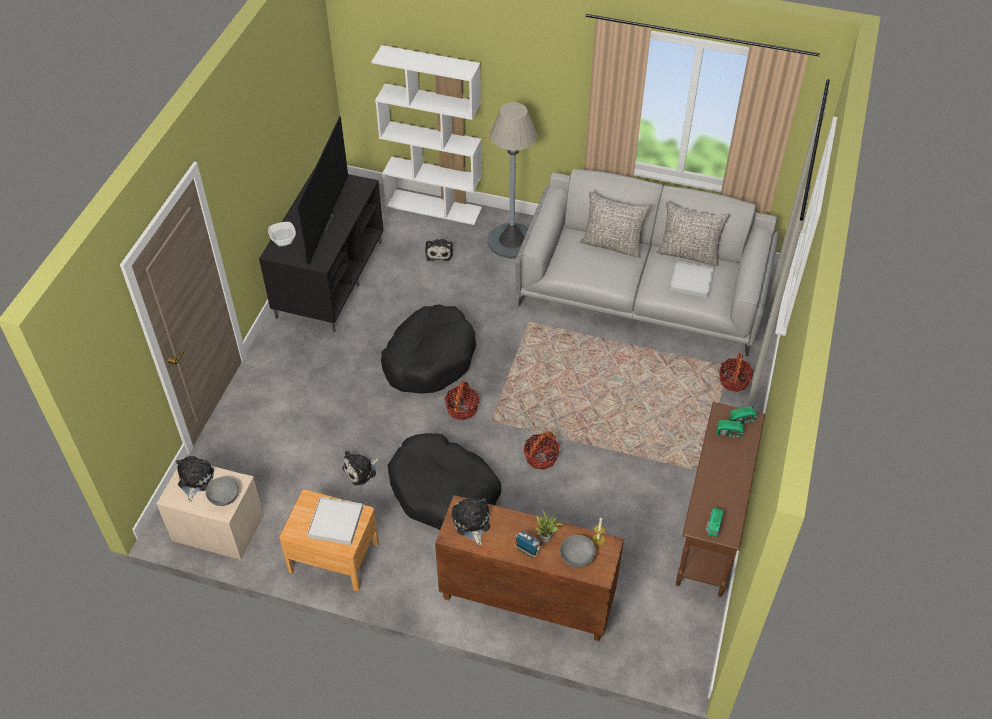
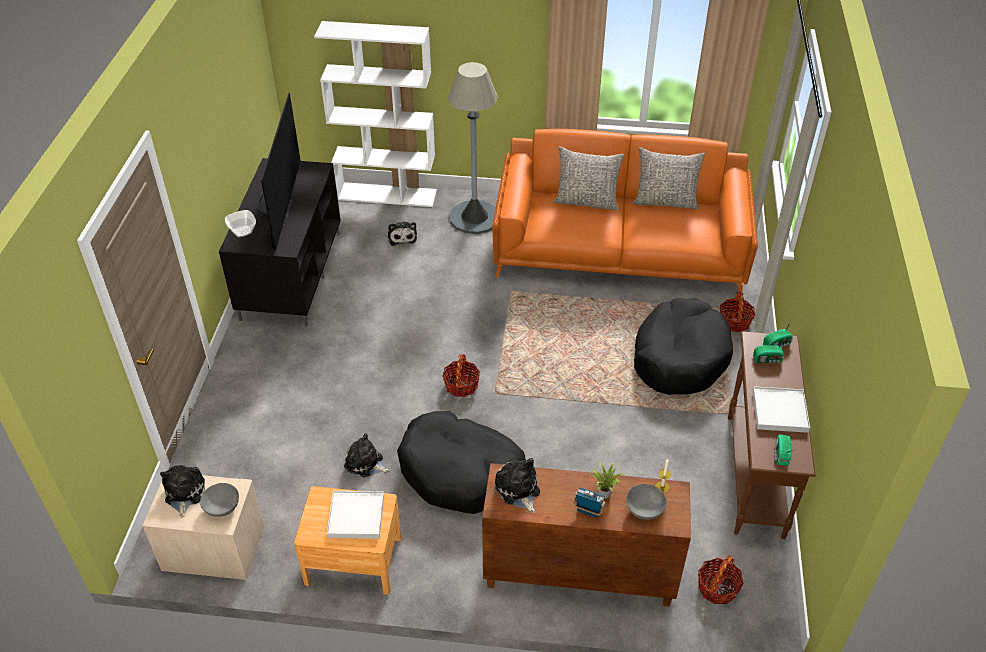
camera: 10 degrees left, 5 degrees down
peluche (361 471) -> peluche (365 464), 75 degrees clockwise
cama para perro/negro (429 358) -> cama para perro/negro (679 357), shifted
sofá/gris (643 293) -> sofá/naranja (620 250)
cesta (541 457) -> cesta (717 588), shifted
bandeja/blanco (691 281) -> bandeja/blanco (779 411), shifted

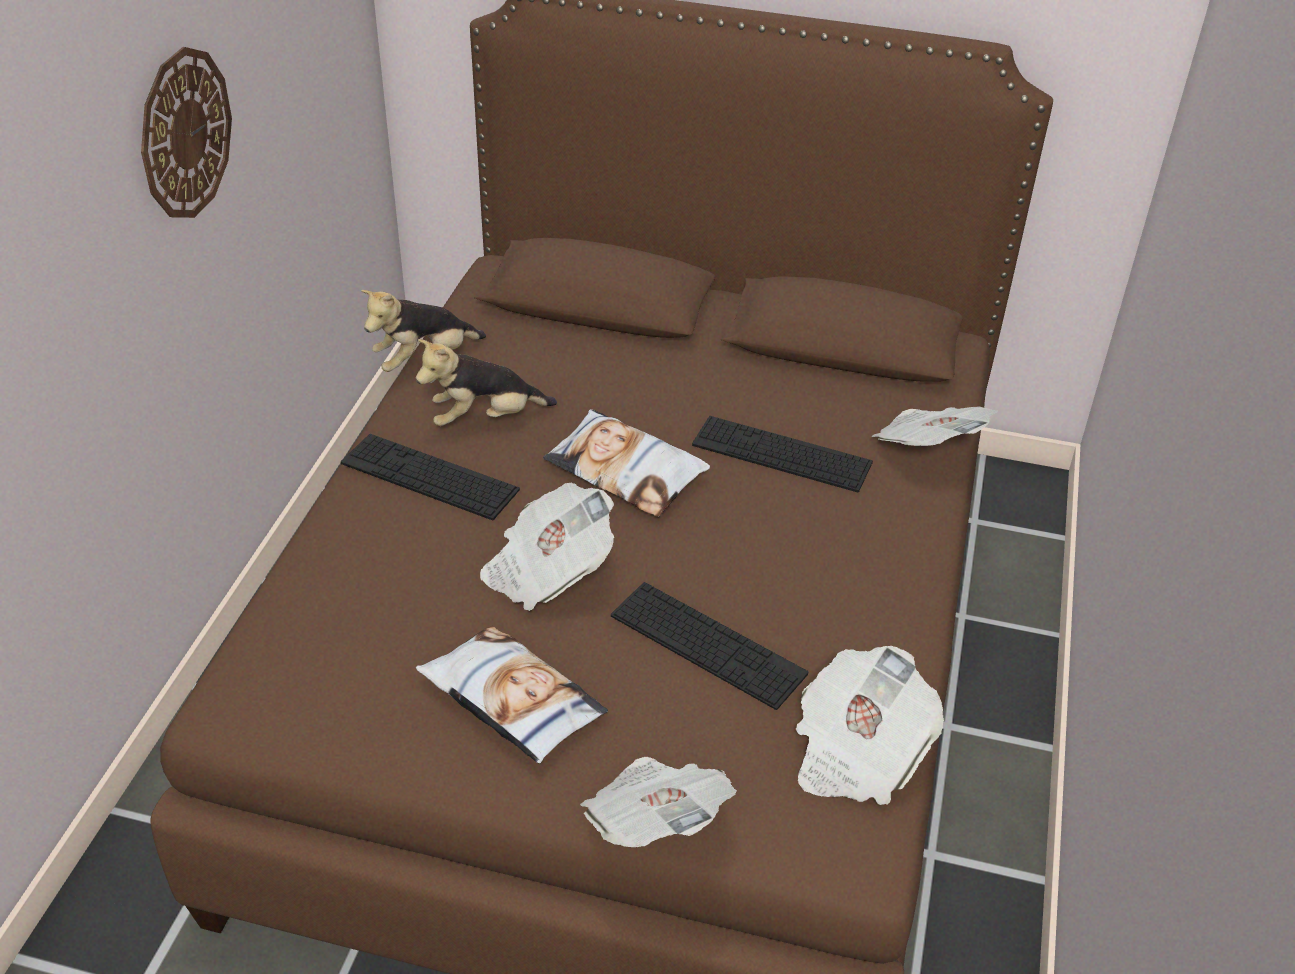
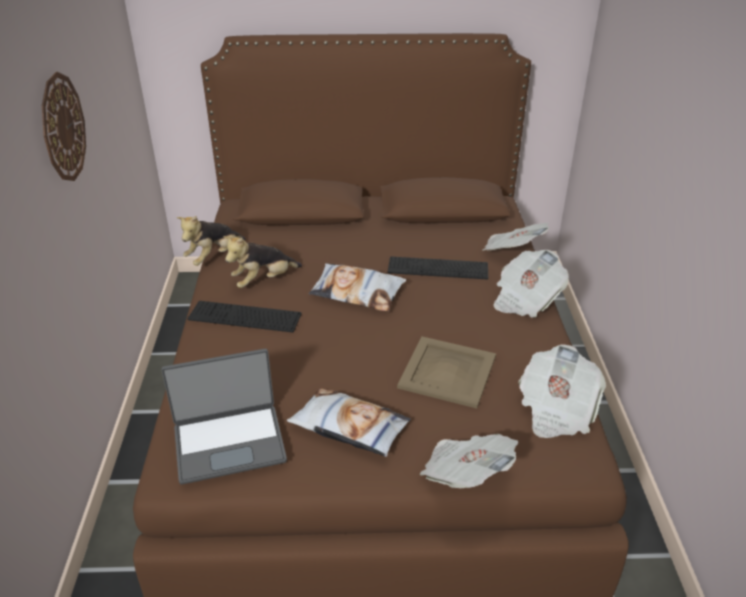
camera: 15 degrees left, 5 degrees down
periódico (547 571) -> periódico (525 299), shifted
teclado (707 644) -> bandeja/beis (446 372)
none -> portátil (229 442)

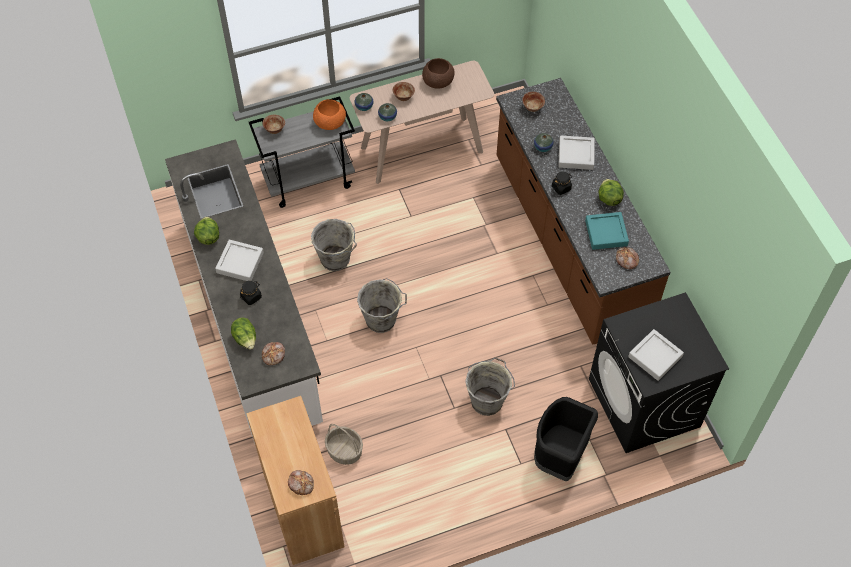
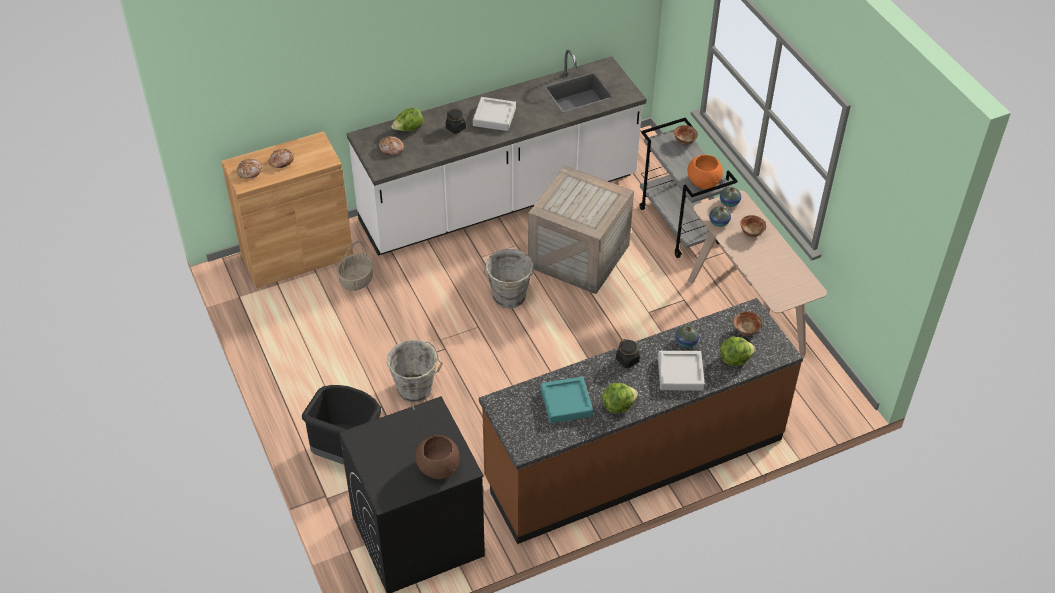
camera: 85 degrees right, 10 degrees down
lechuga (208 237) -> lechuga (734 359), shifted
cubo/gris (336 259) -> caja de embalaje (580 255)
cuenco/marrón (437 82) -> cuenco/marrón (438 466), shifted
pan (626 260) -> pan (281 161), shifted
bandeja/gris (655 357) -> none

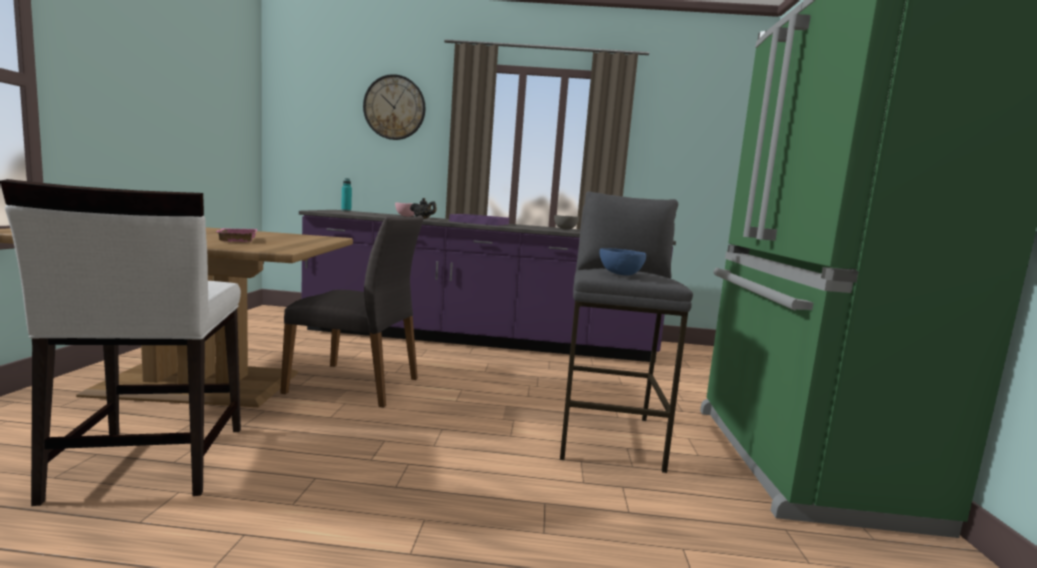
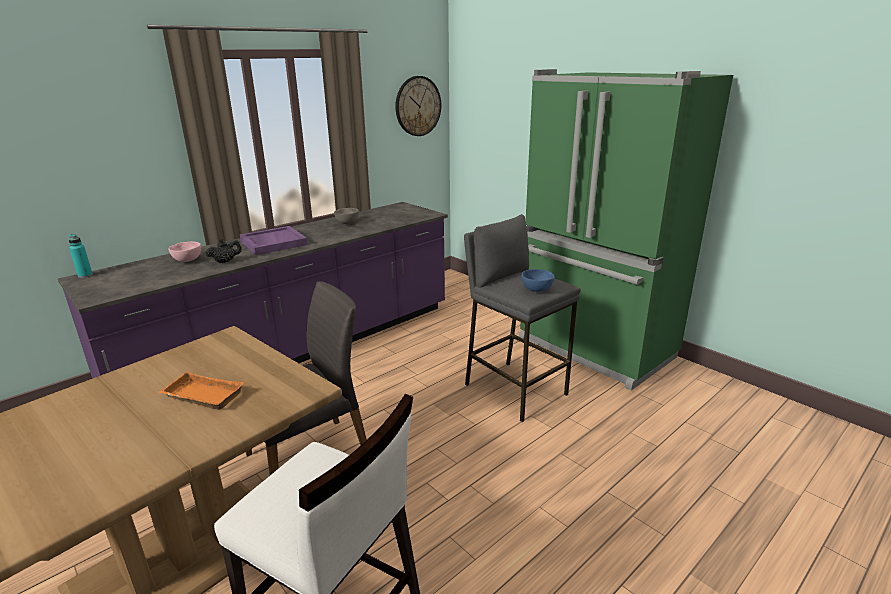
camera: 45 degrees left, 15 degrees up
bandeja/rosa (235 238) -> bandeja/naranja (201 396)
reloj de pared (394 107) -> reloj de pared (418 106), shifted

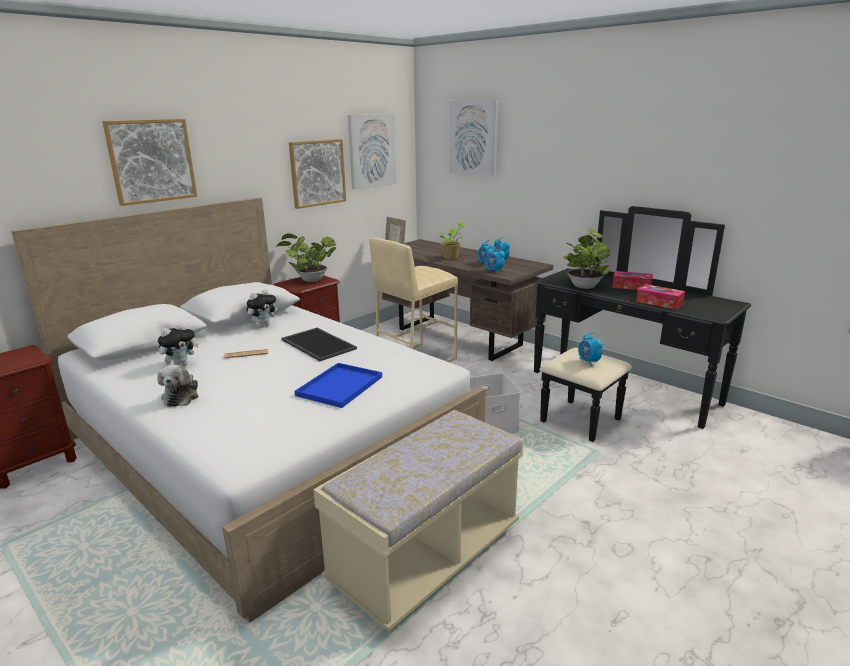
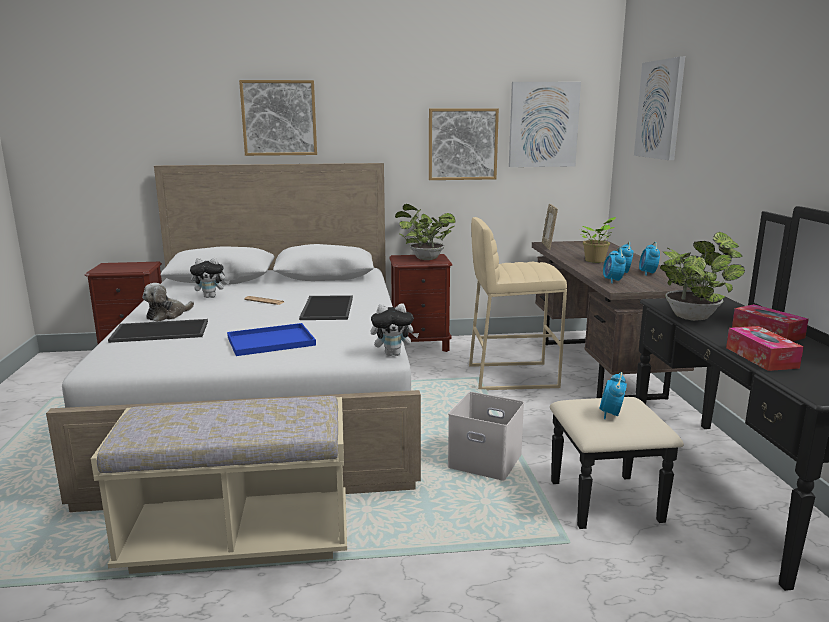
camera: 40 degrees right, 5 degrees down
peluche (263 325) -> peluche (393 354), shifted
none -> bandeja (161 331)

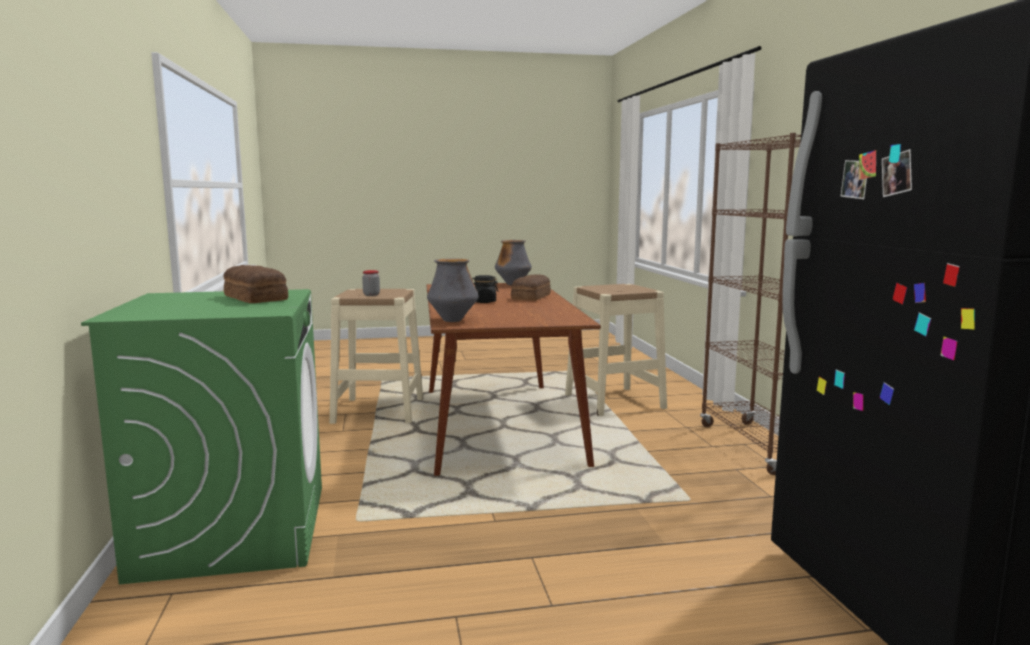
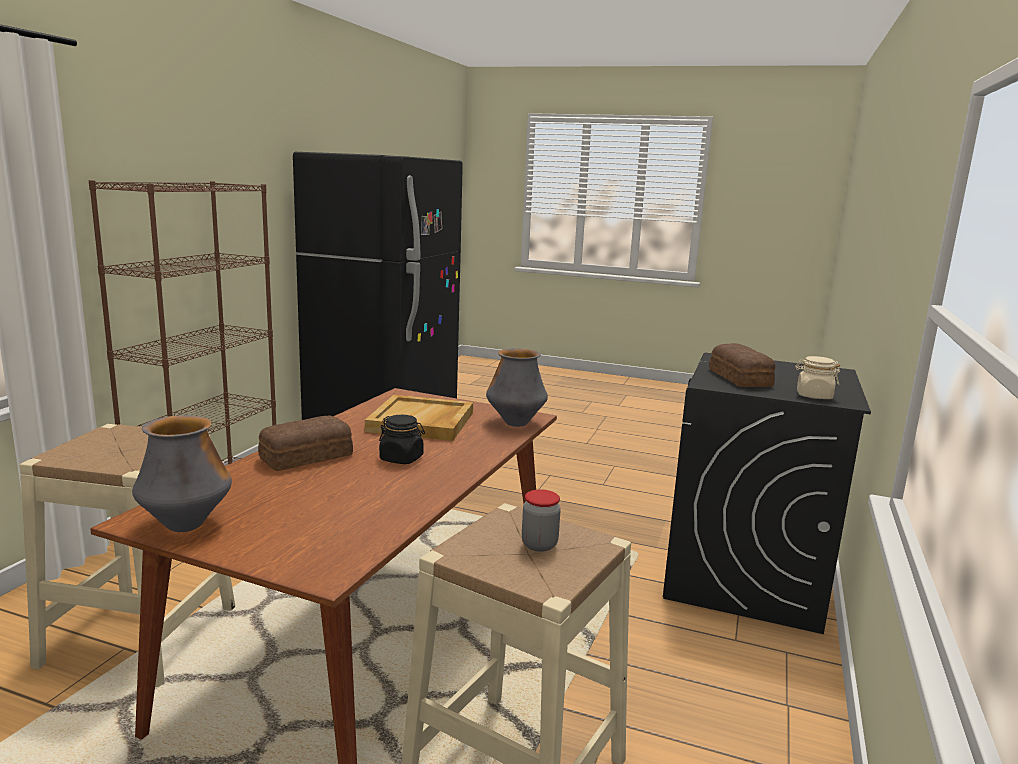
camera: 150 degrees left, 5 degrees up
lavadora/verde (233 530) -> lavadora/negro (744 577)
none -> bandeja/beis (422 422)
none -> tarro/beis (813 396)

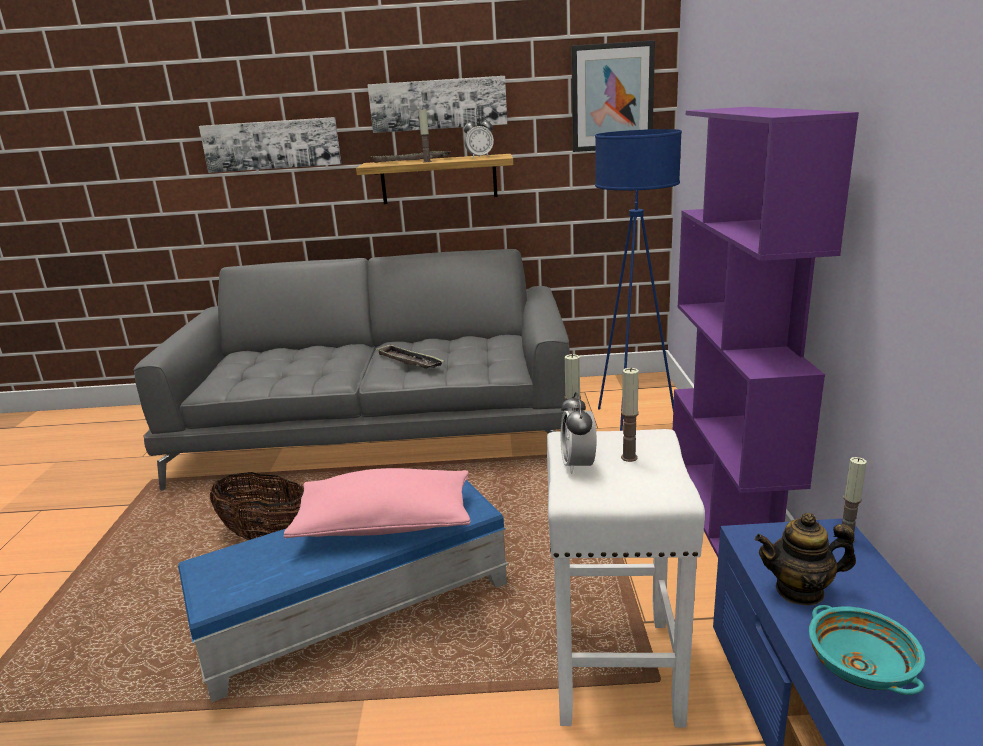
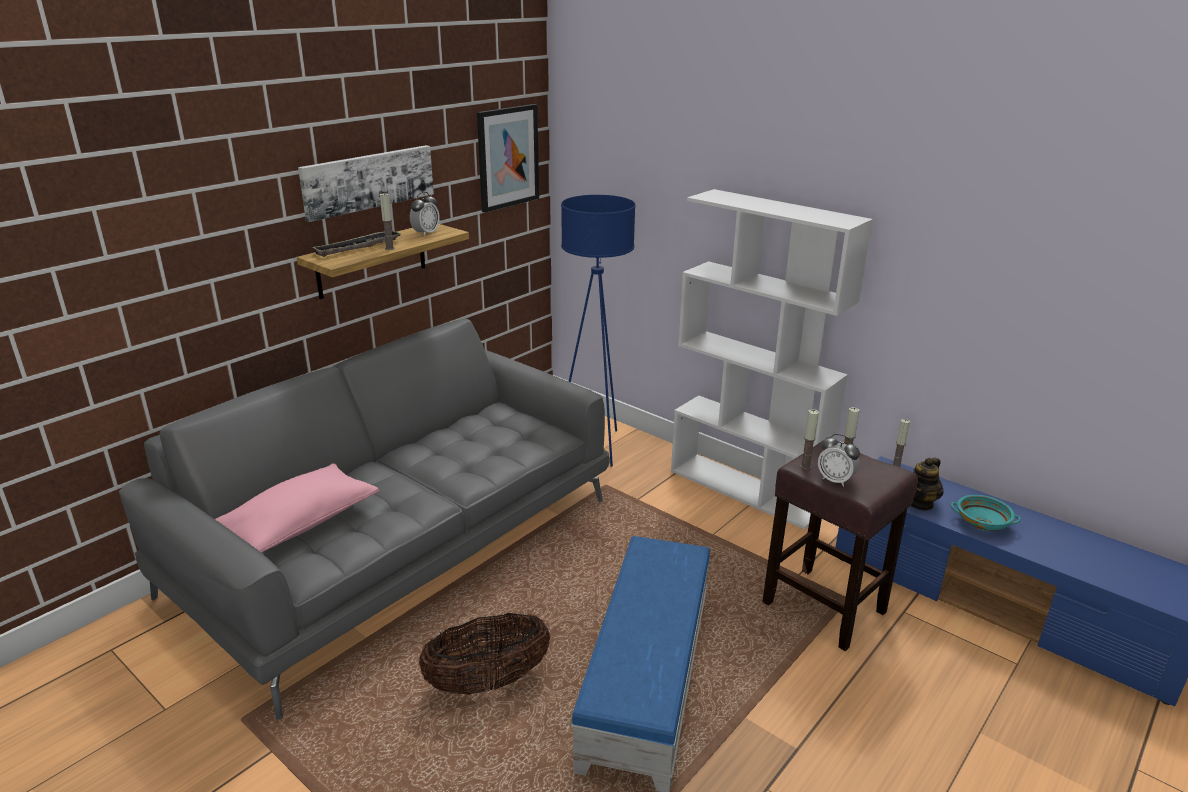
camera: 50 degrees left, 5 degrees up
cuadro (272 144) -> none
cojín/rosa (385 524) -> cojín/rosa (299 524), shifted
bandeja (409 361) -> none
taburete/blanco (616 671) -> taburete/marrón (826 608)
estantería/morado (727 517) -> estantería/blanco (746 489)

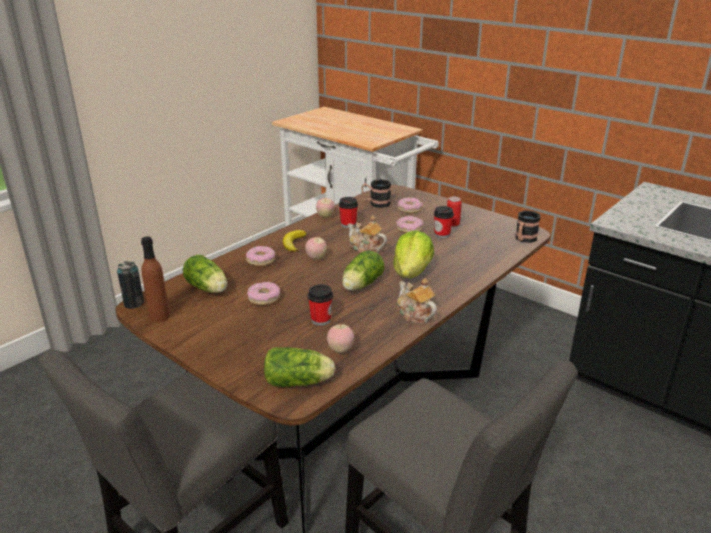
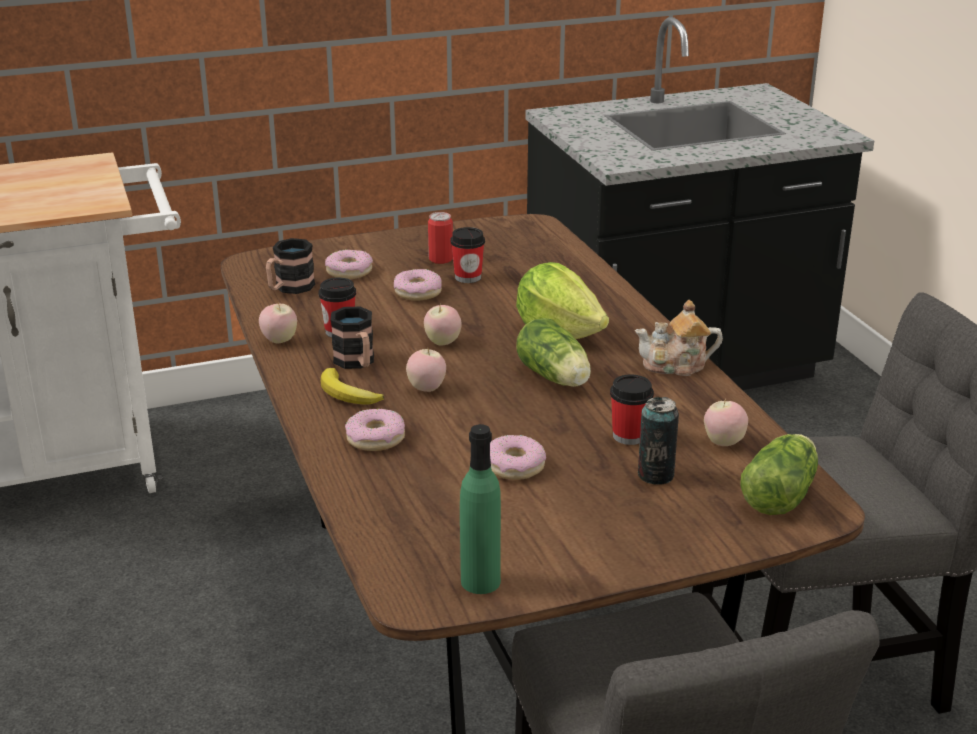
camera: 60 degrees left, 0 degrees up
lata (134 303) -> lata (655 475), shifted
botella/marrón (159 317) -> botella/verde (480 581)
lechuga (208 289) -> none
tetera (365 249) -> manzana (442 342)
taza grande (524 239) -> taza grande (357 363), shifted

